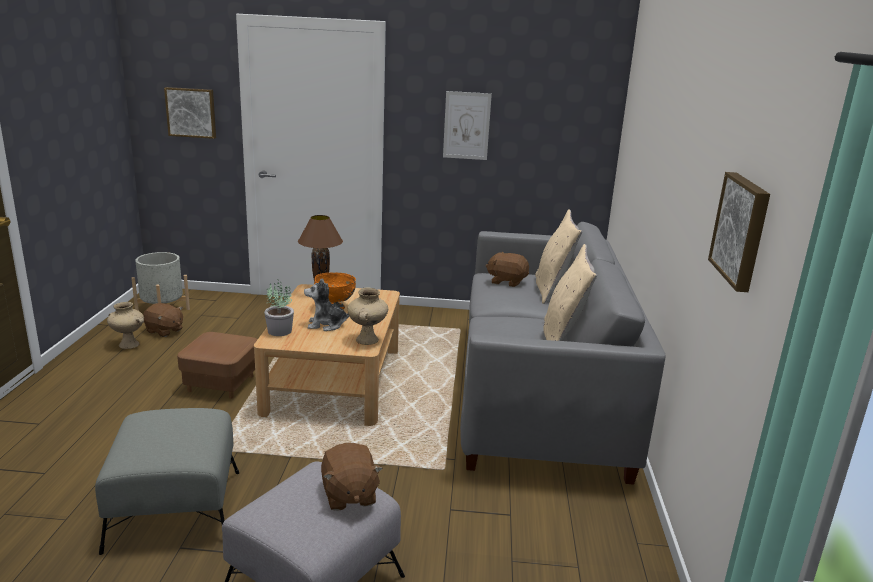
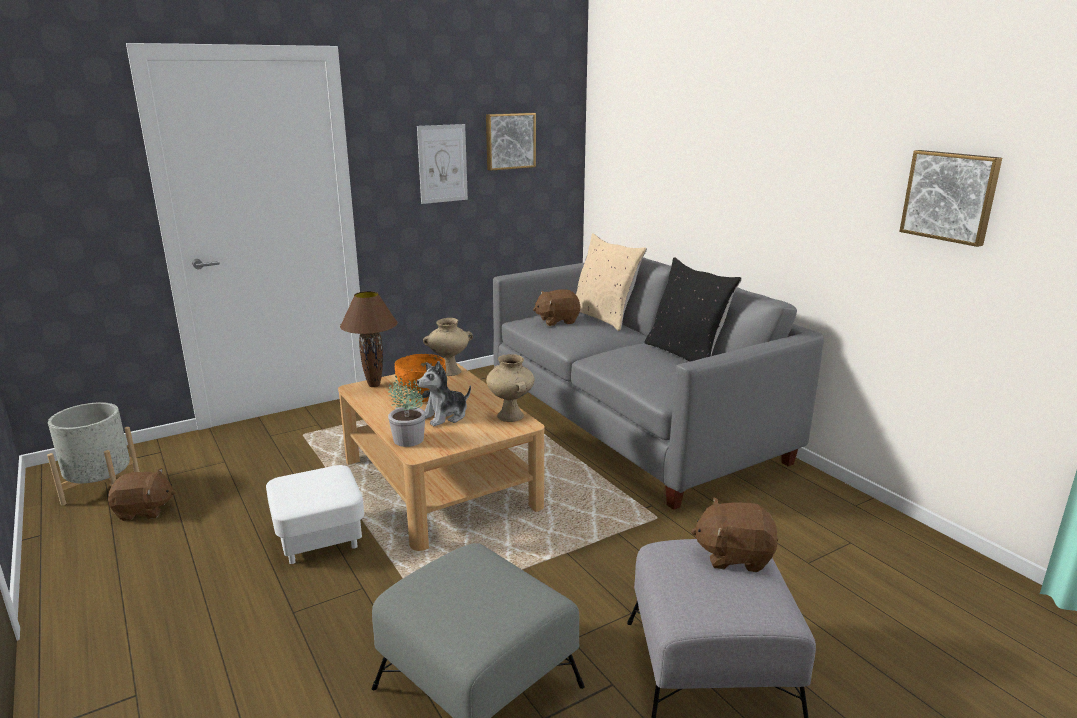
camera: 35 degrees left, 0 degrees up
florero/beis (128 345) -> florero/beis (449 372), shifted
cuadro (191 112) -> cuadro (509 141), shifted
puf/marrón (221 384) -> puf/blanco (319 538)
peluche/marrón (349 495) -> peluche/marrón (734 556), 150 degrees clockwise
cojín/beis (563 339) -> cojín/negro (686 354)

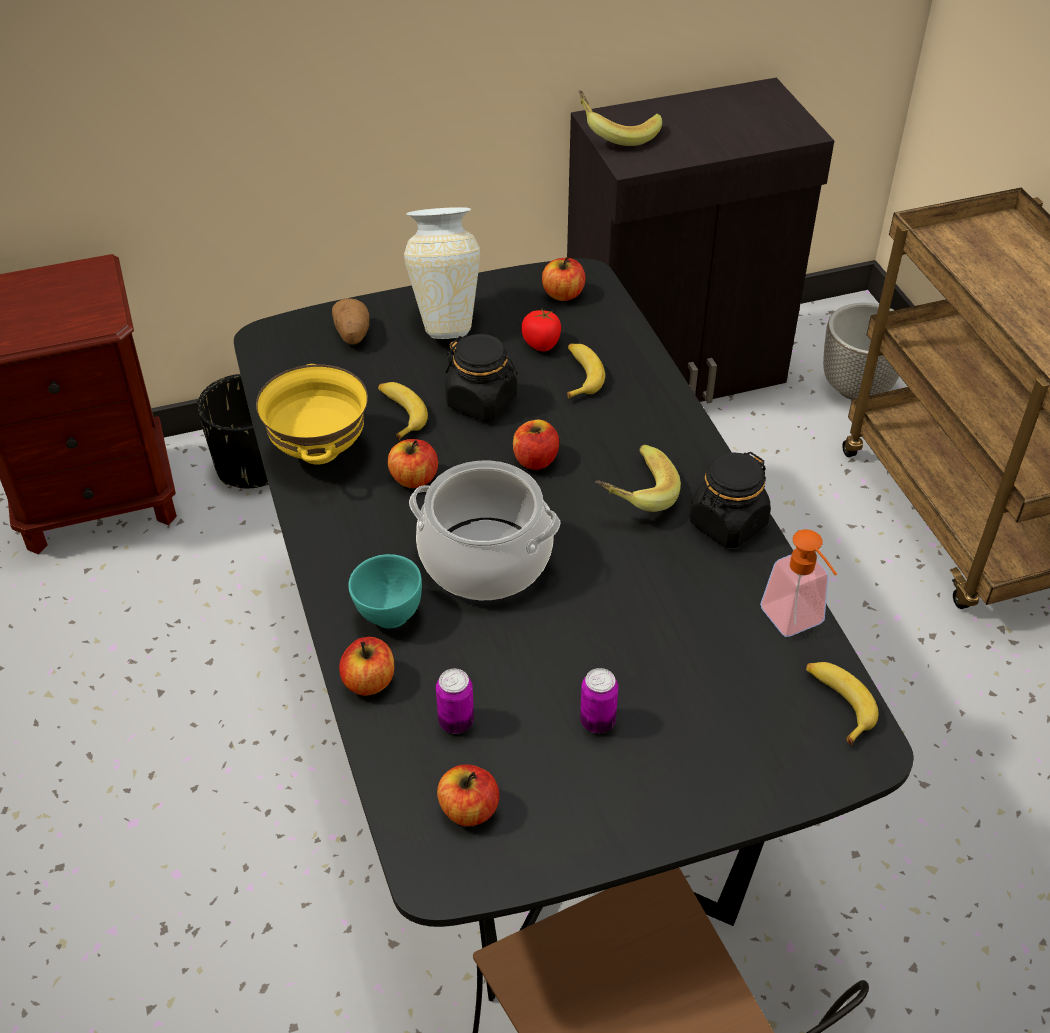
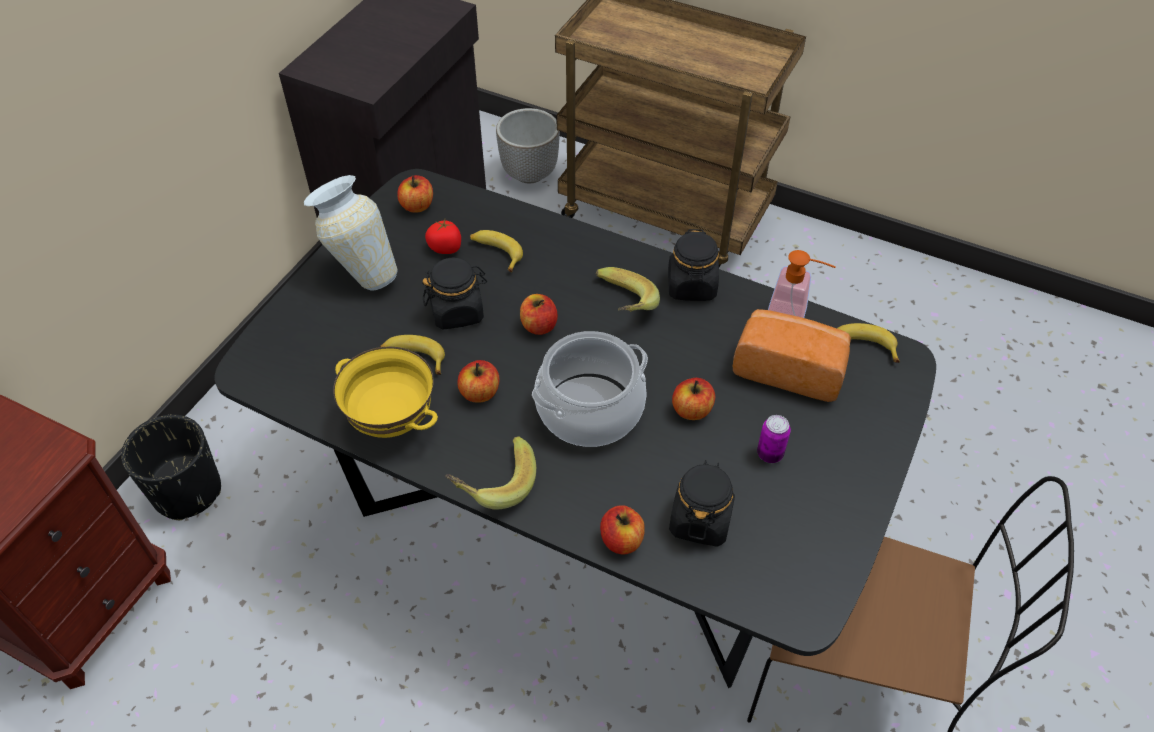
camera: 45 degrees left, 5 degrees up
patata (352 334) -> none
cuenco/turquesa (388 615) -> none
lata (456 721) -> tarro/negro (700 520)
manzana (469 810) -> manzana (692 410), shifted
plátano (617 133) -> plátano (493 482), shifted
none -> pan (789 368)

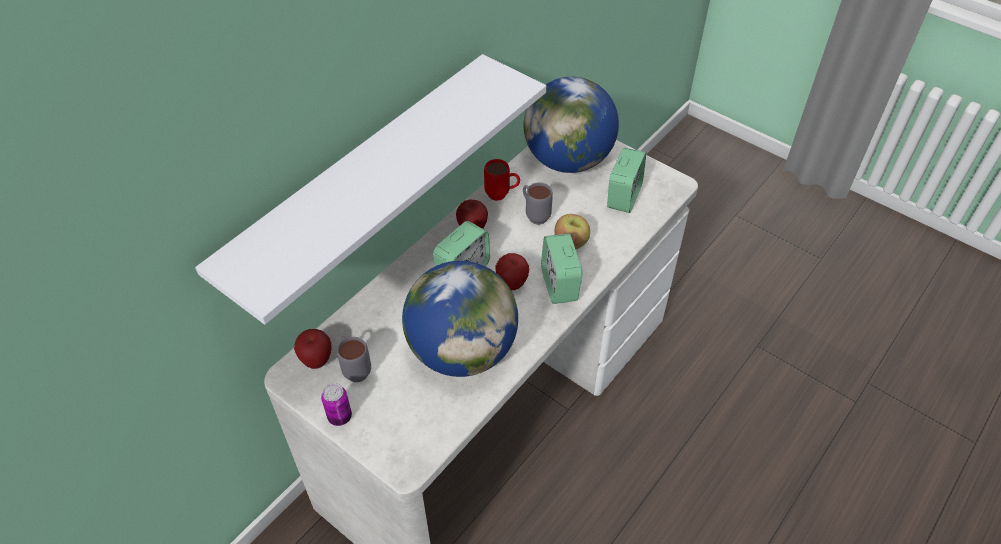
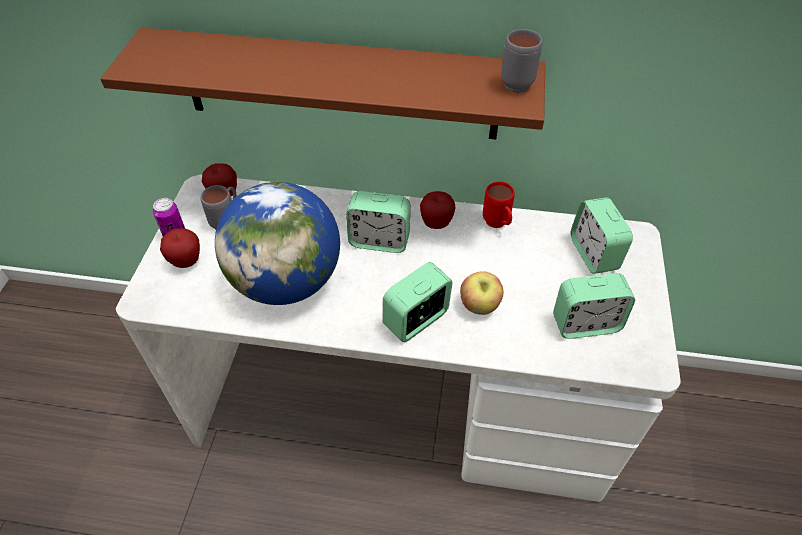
camera: 60 degrees right, 0 degrees up
estante/blanco (361 181) -> estante/marrón (339 85)
manzana (512 284) -> manzana (186 262), shifted
globo terráqueo (568 160) -> despertador (593 254)
taza grande/gris (534 215) -> taza grande/gris (518 82), shifted

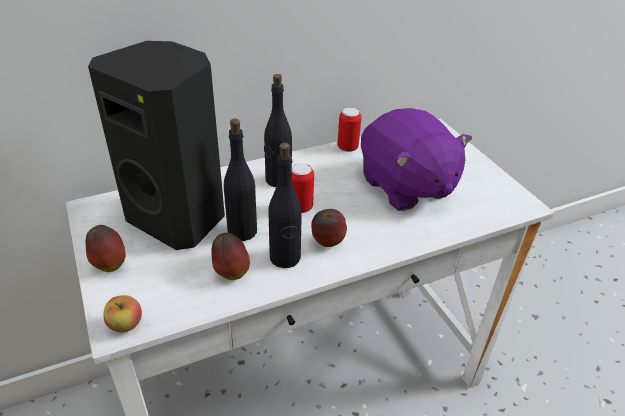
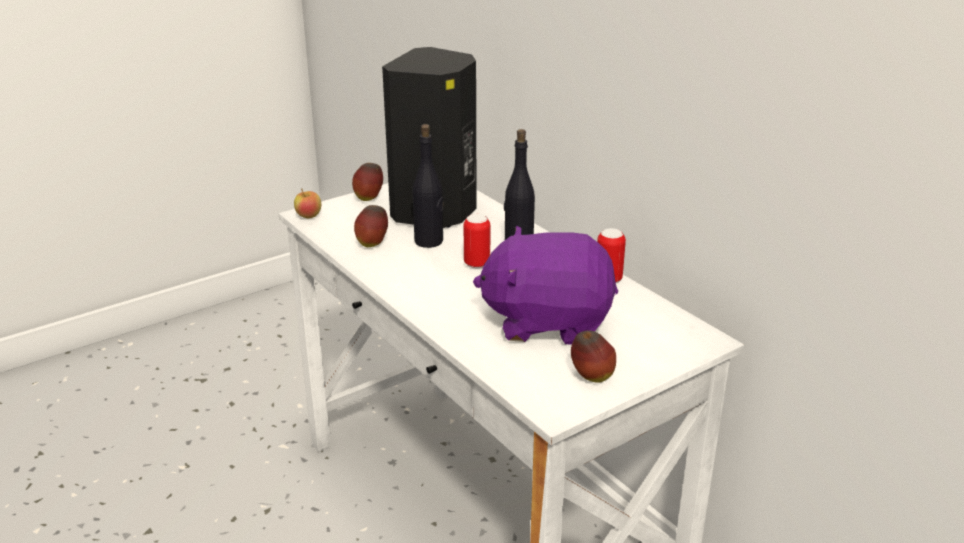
camera: 80 degrees right, 10 degrees down
botella/negro (285 258) -> none
manzana (327 244) -> manzana (591 378), shifted
peluche/morado (406 187) -> peluche/morado (547 321), 45 degrees clockwise

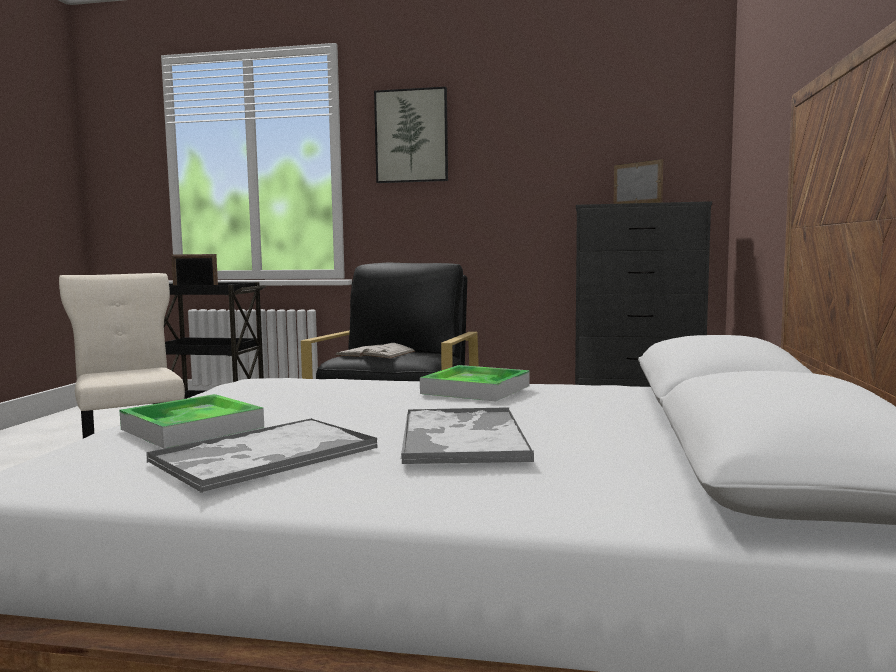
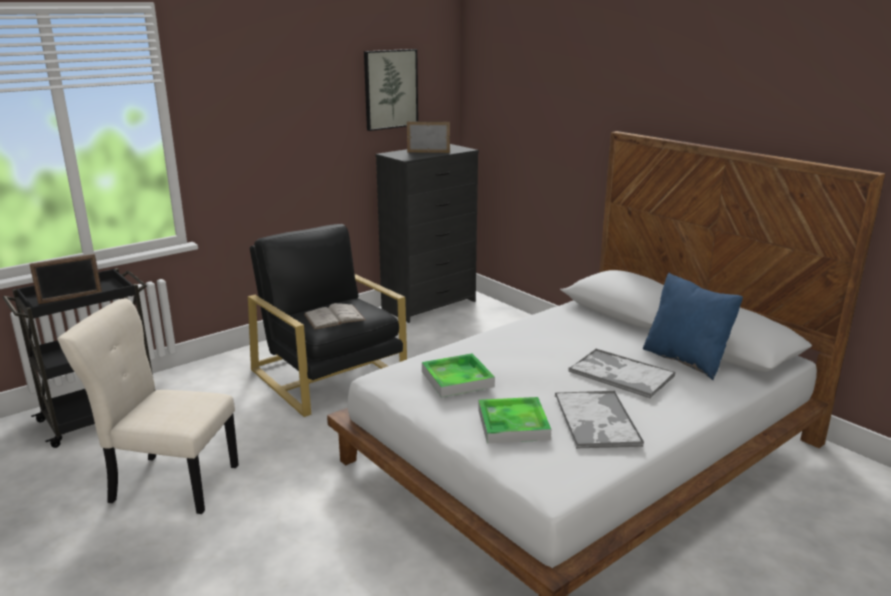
camera: 50 degrees left, 15 degrees up
cuadro (411 136) -> cuadro (390 89), shifted
bandeja (475 389) -> bandeja (457 379), shifted
none -> cojín/azul (686 360)

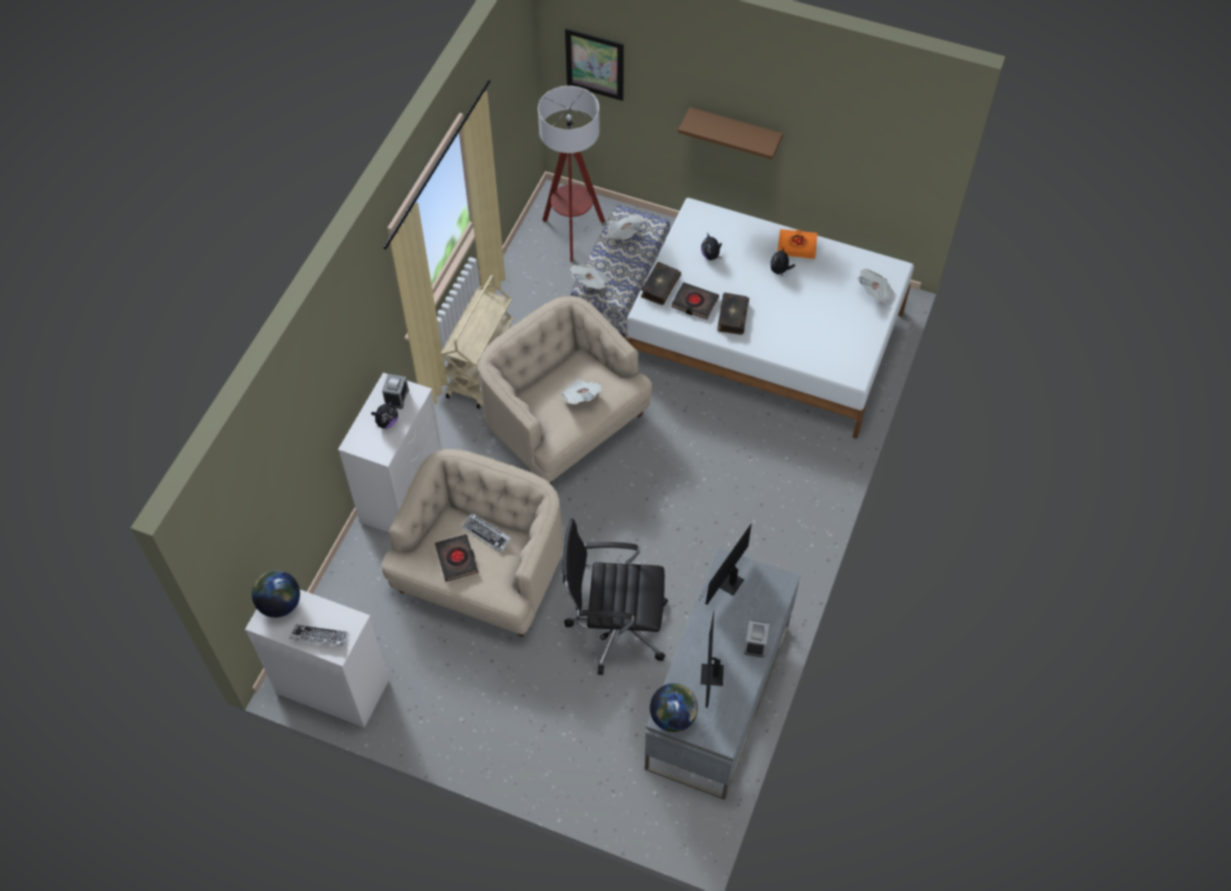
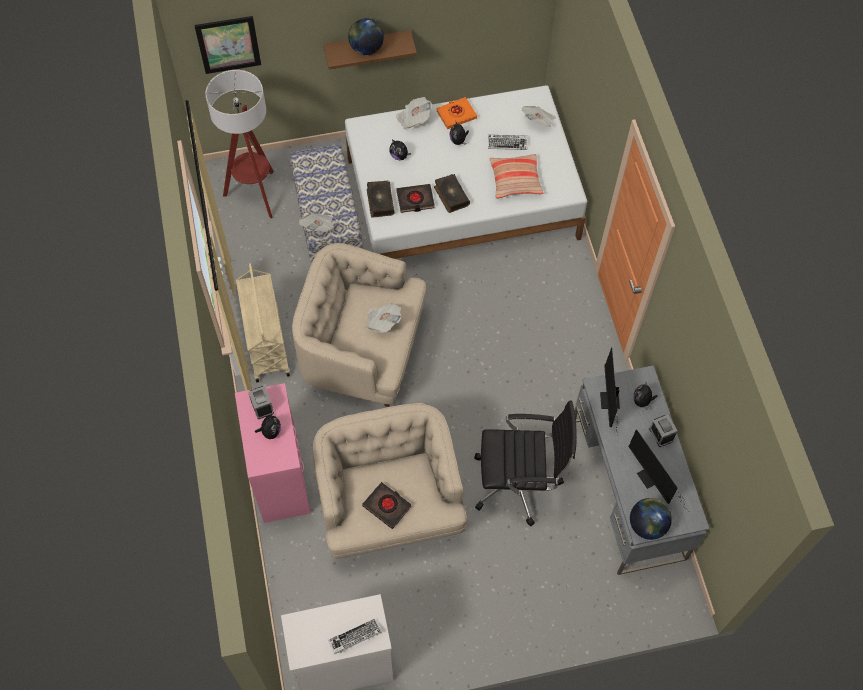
camera: 35 degrees left, 5 degrees up
globo terráqueo (280 604) -> globo terráqueo (366 48), shifted
cómoda/blanco (403 492) -> cómoda/rosa (280 478)
teclado (487 534) -> teclado (507 143), shifted
silla de oficina/negro (615 627) -> silla de oficina/negro (518 483), 150 degrees counterclockwise
periódico (623 234) -> periódico (413 119), shifted
none -> cojín (515 180)
none -> peluche (642 401)

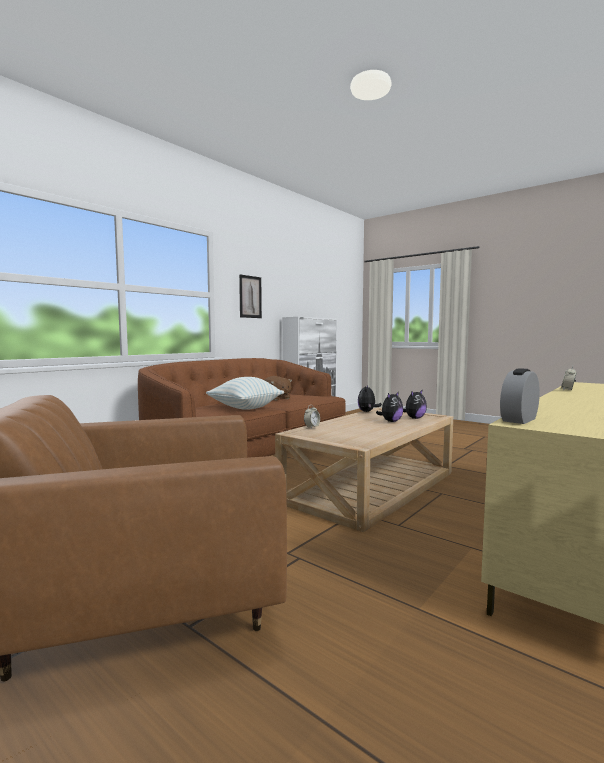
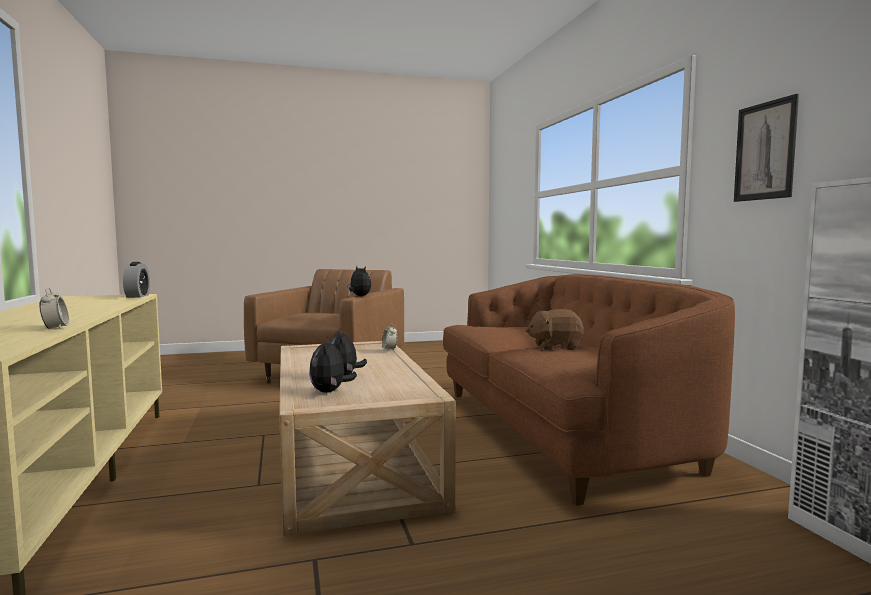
camera: 125 degrees right, 0 degrees up
cojín (245 408) -> none
peluche (367 412) -> peluche (359 296), shifted

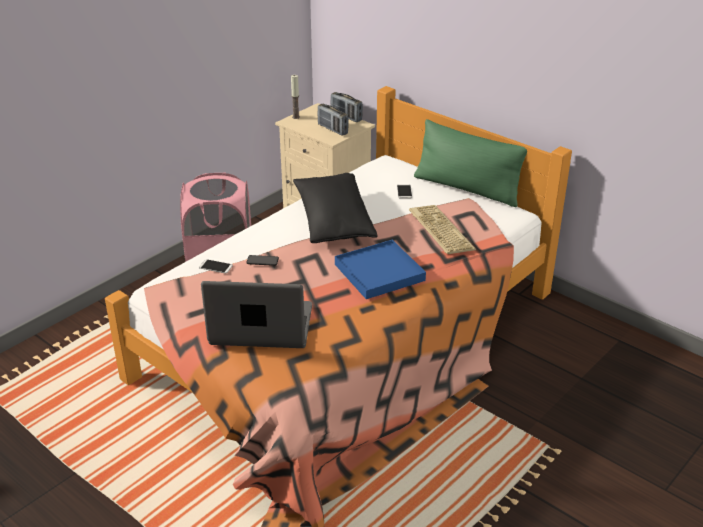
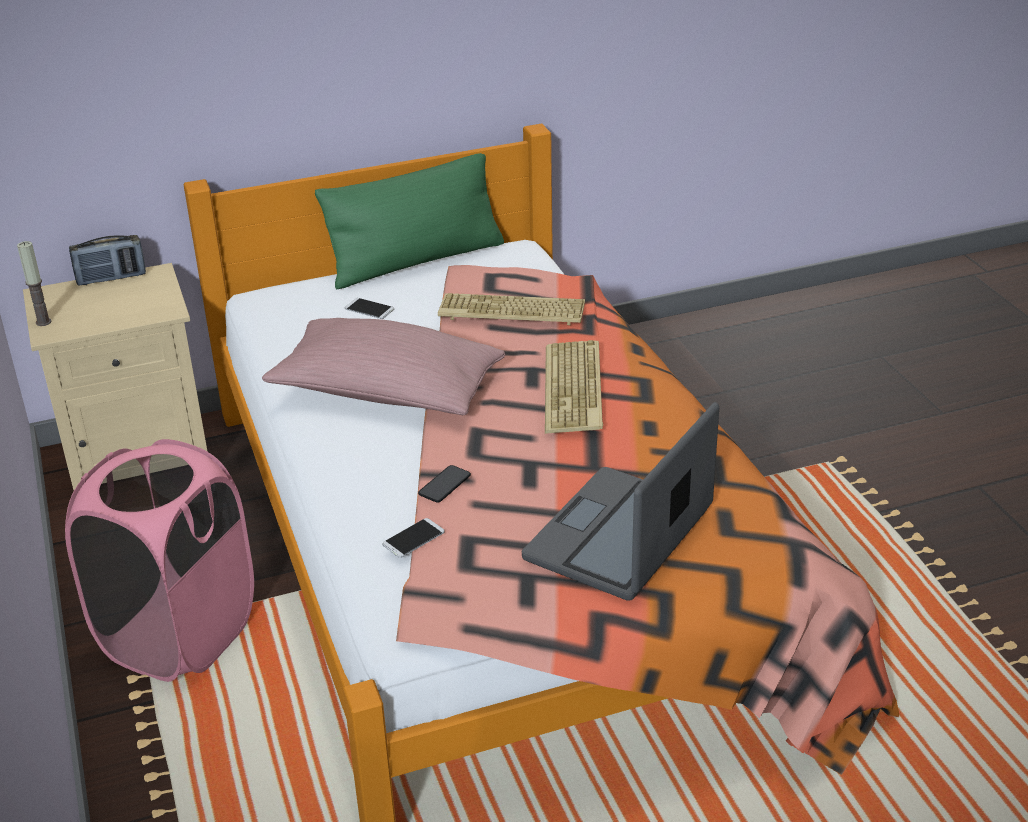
camera: 60 degrees left, 0 degrees up
cojín/negro (333 222) -> cojín/rosa (387 393)
radio (332 129) -> none
bandeja/azul (379 272) -> teclado (575 389)

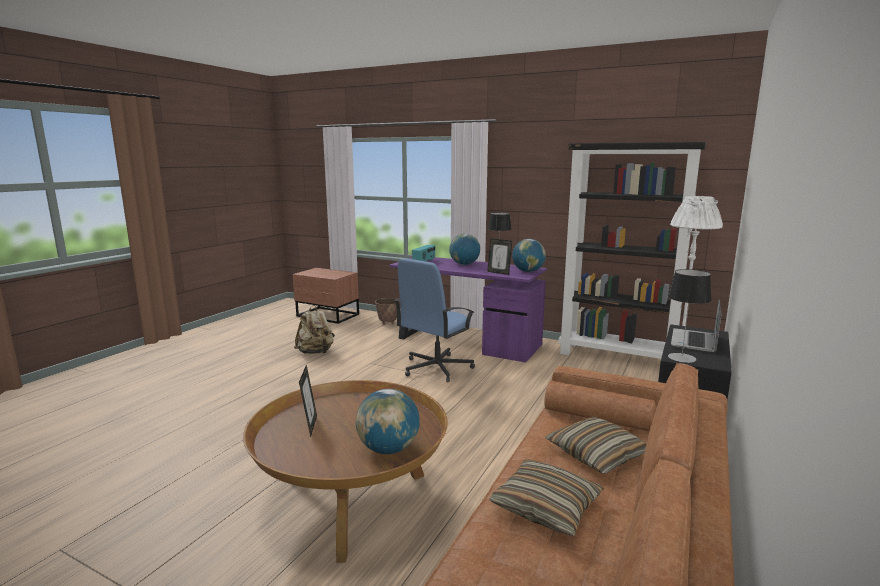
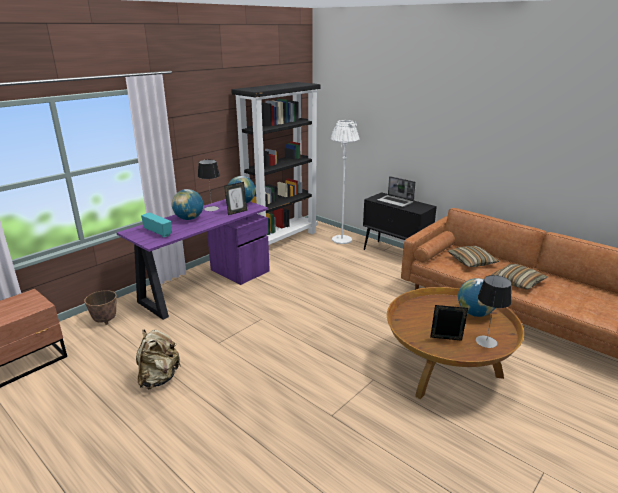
camera: 75 degrees left, 10 degrees up
silla de oficina/azul (436 368) -> none
lámpara de mesa (681 358) -> lámpara de mesa (486 342), shifted

